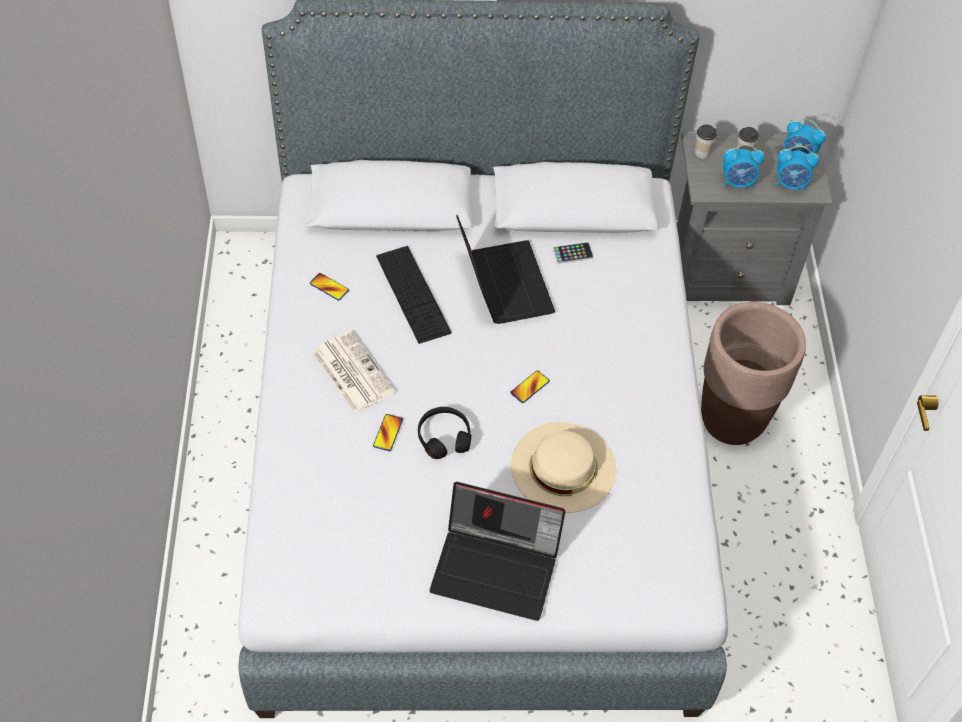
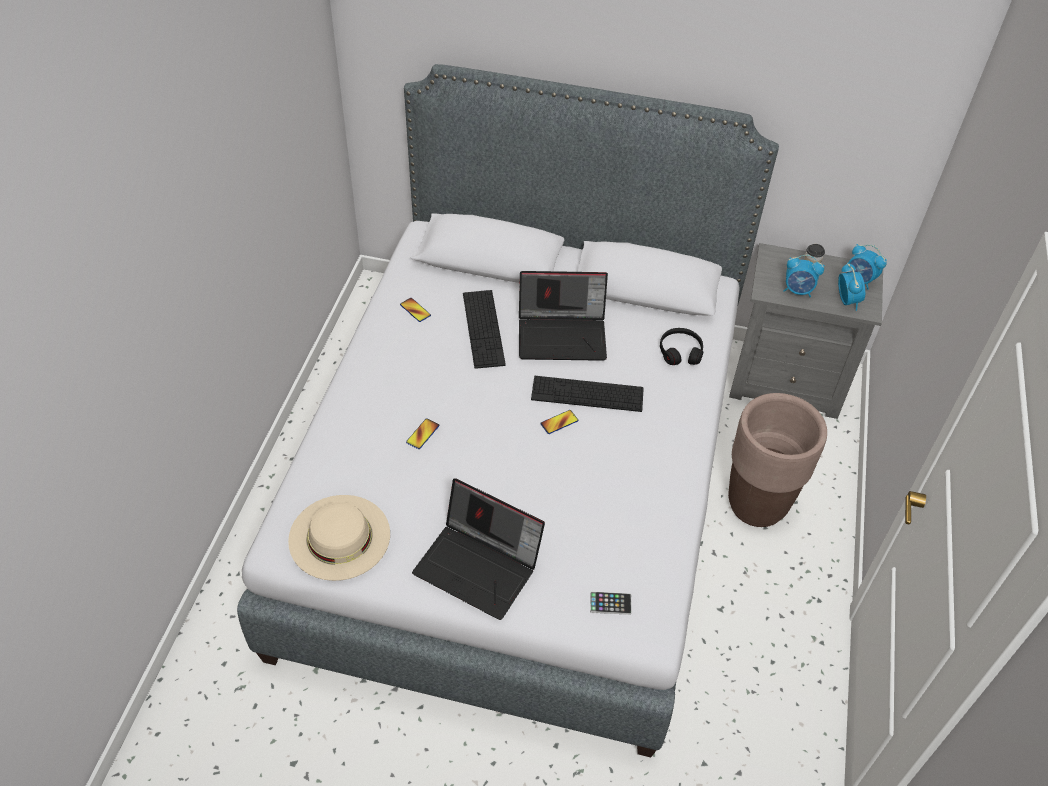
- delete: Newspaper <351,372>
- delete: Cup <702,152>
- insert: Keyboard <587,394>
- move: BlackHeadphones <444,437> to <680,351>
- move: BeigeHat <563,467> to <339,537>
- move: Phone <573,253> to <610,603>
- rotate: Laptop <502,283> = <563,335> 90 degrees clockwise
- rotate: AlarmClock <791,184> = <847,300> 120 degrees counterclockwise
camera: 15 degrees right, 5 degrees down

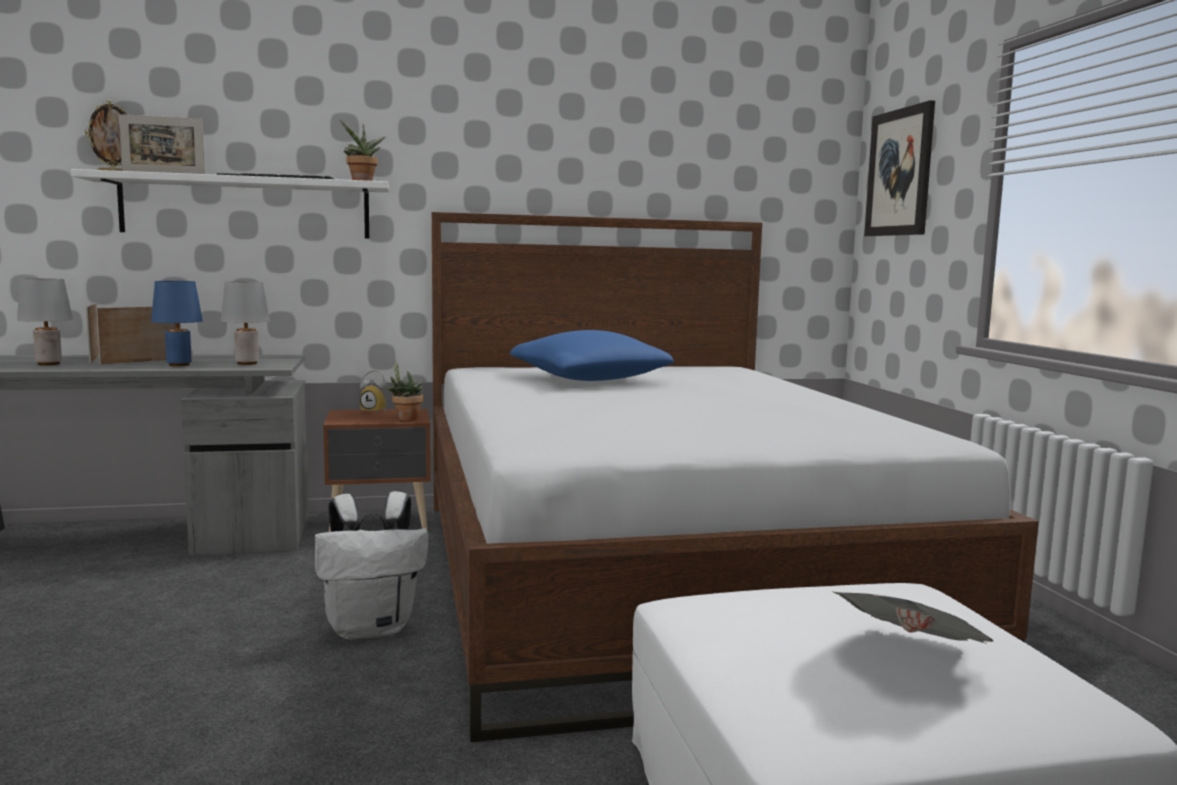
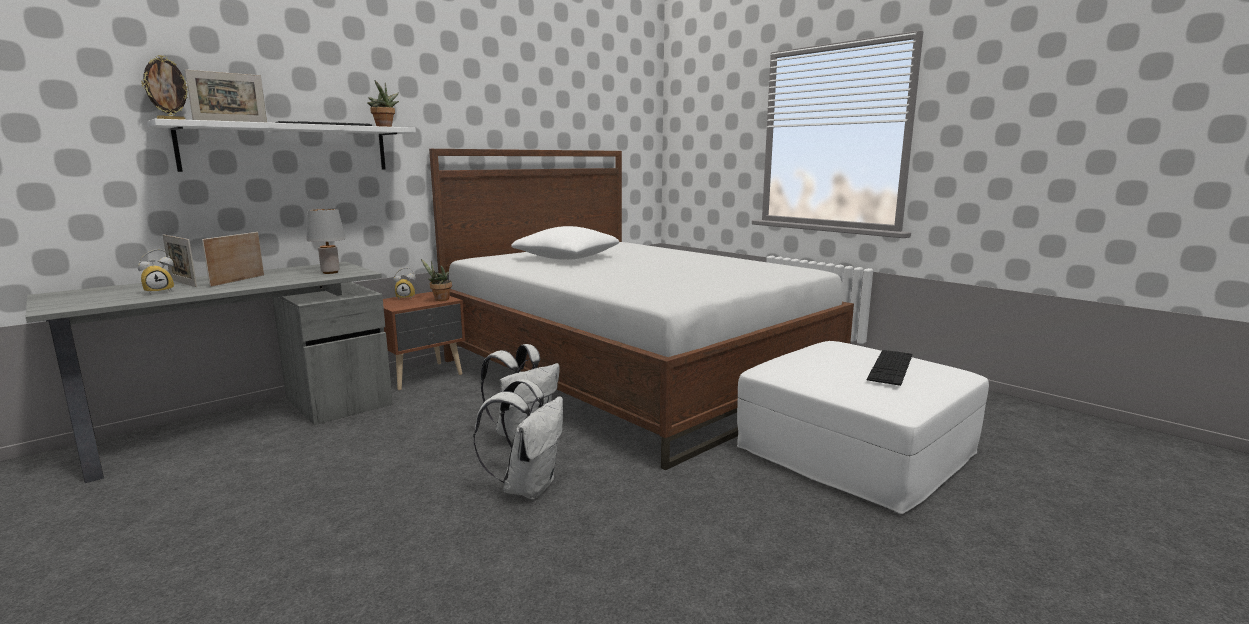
- delete: BlueTableLamp <178,365>
- delete: Picture <899,173>
- insert: WhiteBackpack <528,487>
- replace: GreyTableLamp <49,364> to AlarmClock <159,291>
- replace: Newspaper <911,658> to Keyboard <890,367>
- recolor: BluePillow <589,379> to WhitePillow <566,258>
camera: 30 degrees left, 5 degrees up

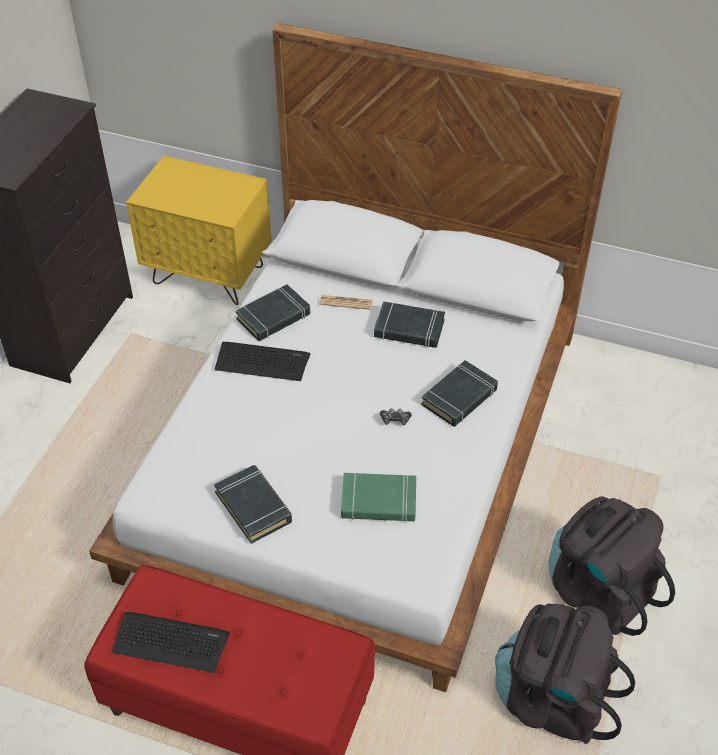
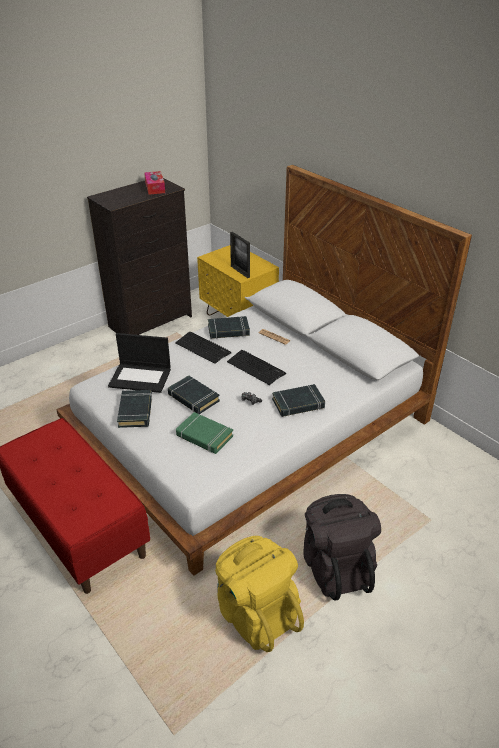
- insert: Laptop <141,377>
- insert: TissueBox <155,187>
- insert: PictureFrame <240,271>
- move: Keyboard <170,642> to <256,367>
- move: BlackBook <409,329> to <193,398>
- recolor: BlackBackpack <553,698> to YellowBackpack <256,613>
camera: 30 degrees right, 10 degrees down

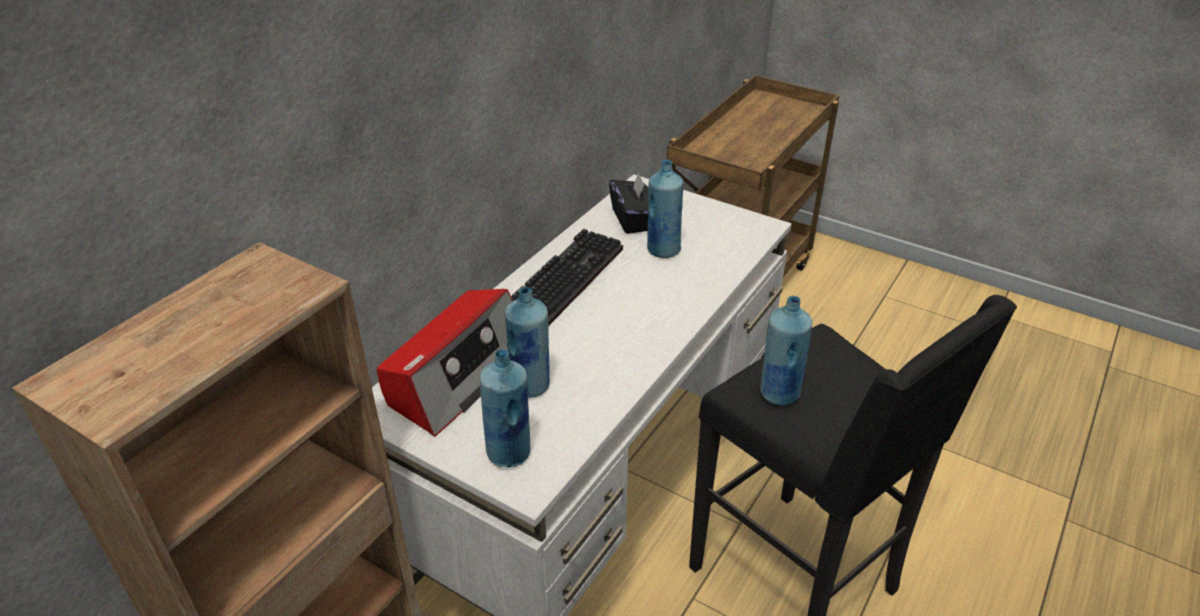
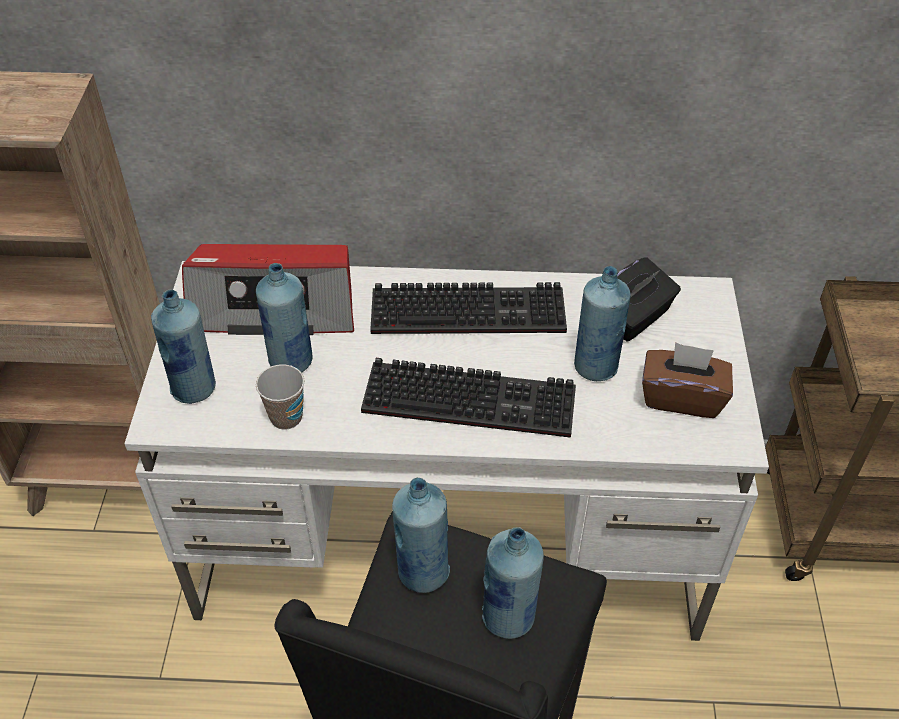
- insert: Cup <286,417>
- insert: Keyboard <473,398>
- insert: BlueBottle <508,618>
- insert: BrownTissueBox <681,397>
camera: 60 degrees right, 10 degrees up

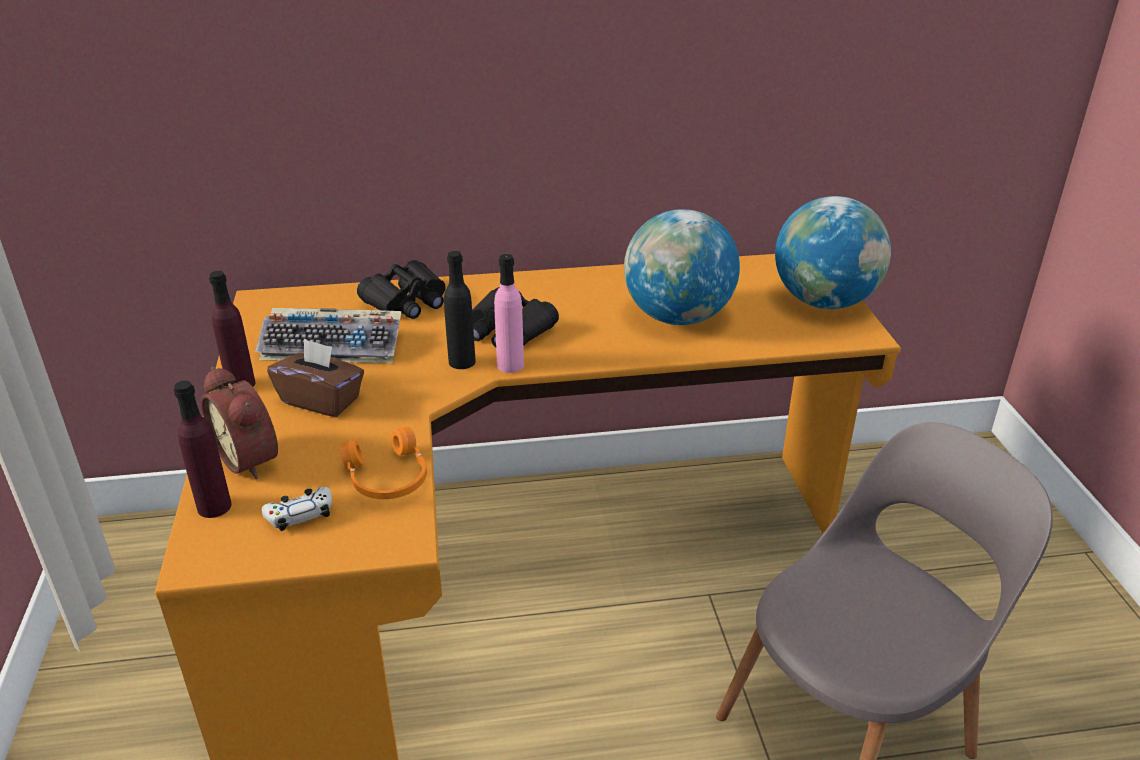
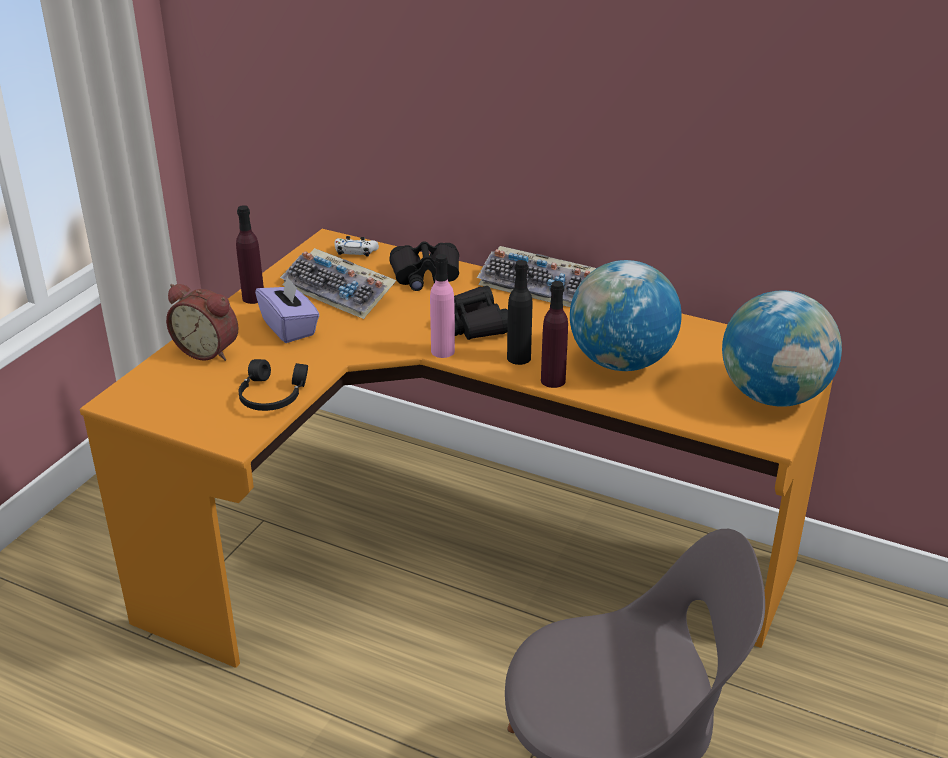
- insert: Keyboard <540,286>
- move: PurpleBottle <214,506> to <553,380>
- move: WhiteGameController <300,514> to <356,252>
- move: BlackBottle <462,362> to <518,358>
- recolor: BrownTissueBox <321,400> to PurpleTissueBox <289,328>
- recolor: OrangeHeadphones <386,478> to BlackHeadphones <271,396>
- rotate: AlarmClock <252,458> = <209,350> 60 degrees counterclockwise
camera: 35 degrees right, 0 degrees up

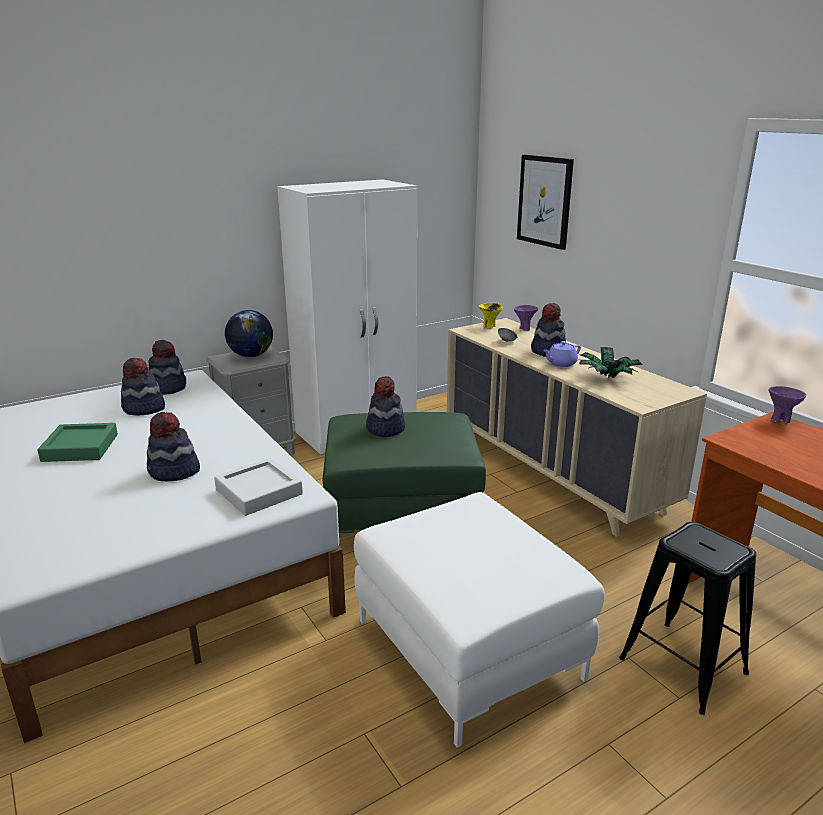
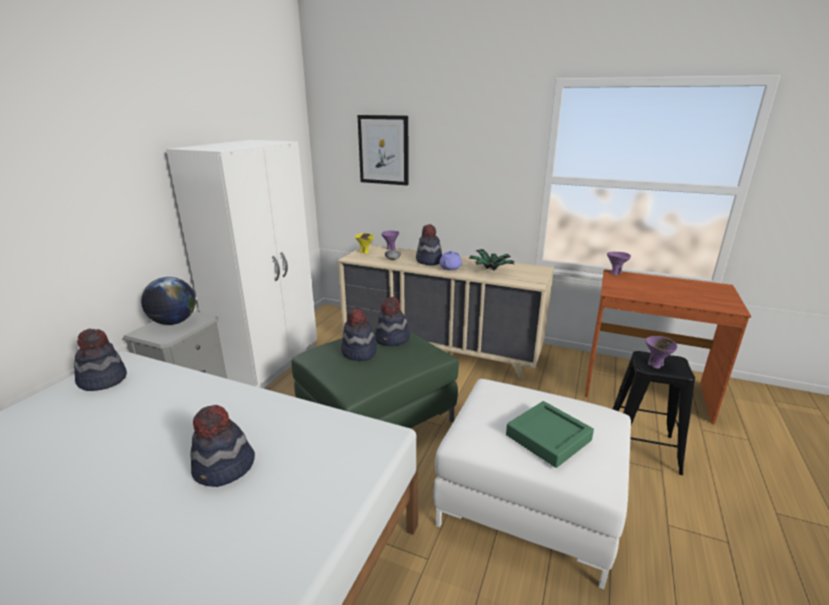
- delete: GreyTray <259,492>
- insert: PurpleBowl <655,365>
- move: GreenTray <80,448> to <548,438>
- move: Hat <143,409> to <392,339>
camera: 35 degrees left, 0 degrees up

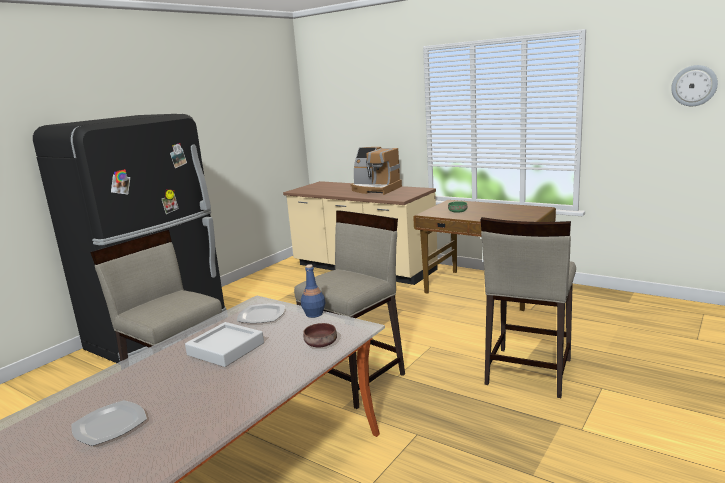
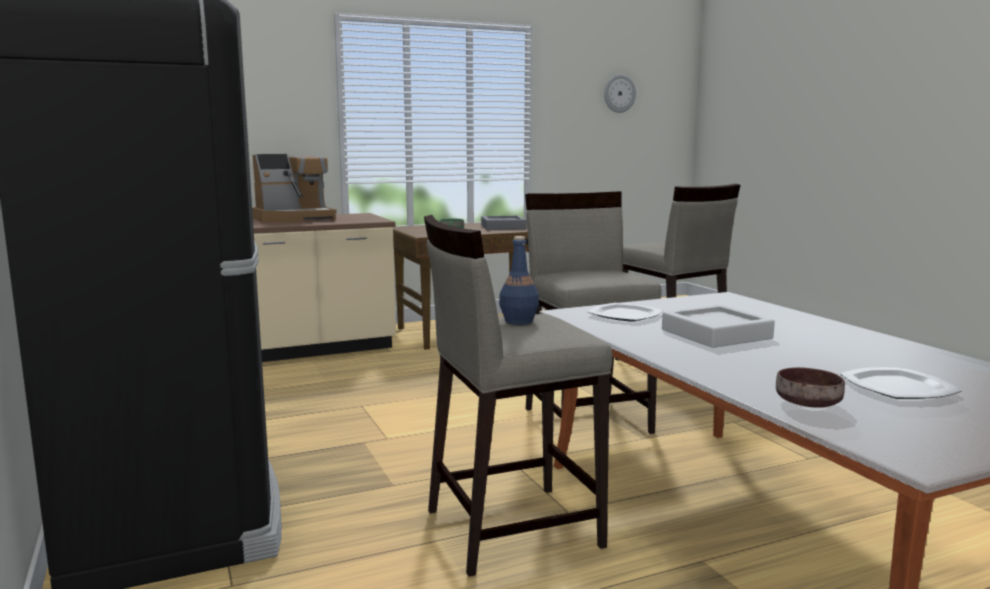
- insert: GreyTray <503,227>
- move: BlueBottle <314,314> to <518,321>
- move: BrownBowl <321,344> to <809,404>
camera: 60 degrees left, 5 degrees down

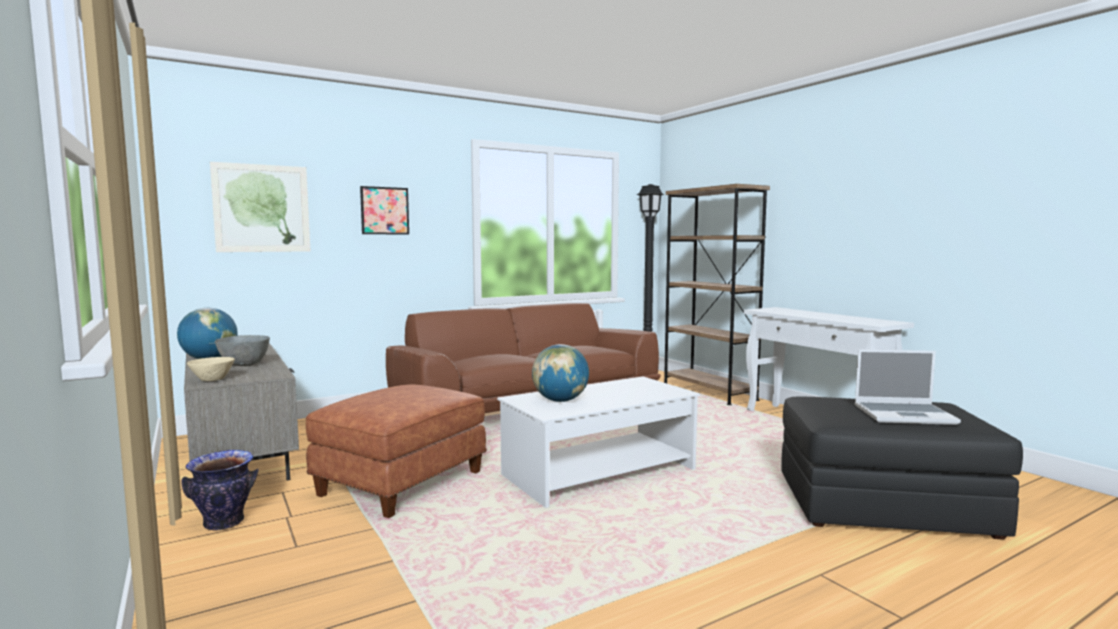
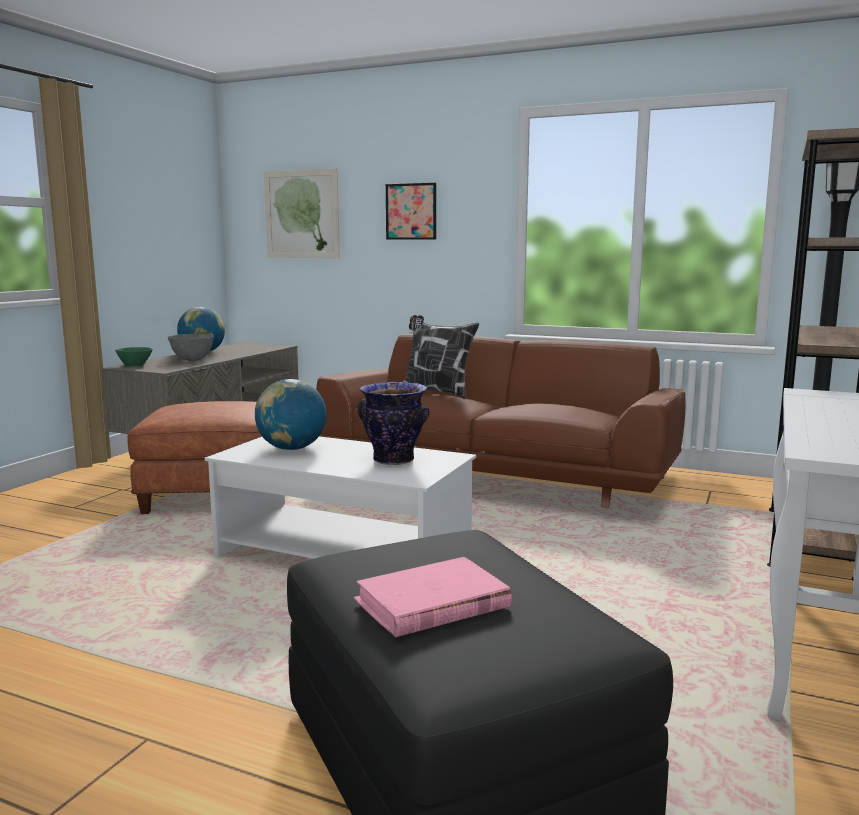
- insert: Pillow <436,393>
- move: Vase <224,523> to <393,460>
- replace: Laptop <904,415> to PinkBook <431,604>
- recolor: BeigeBowl <213,379> to GreenBowl <136,365>
camera: 55 degrees right, 5 degrees up

